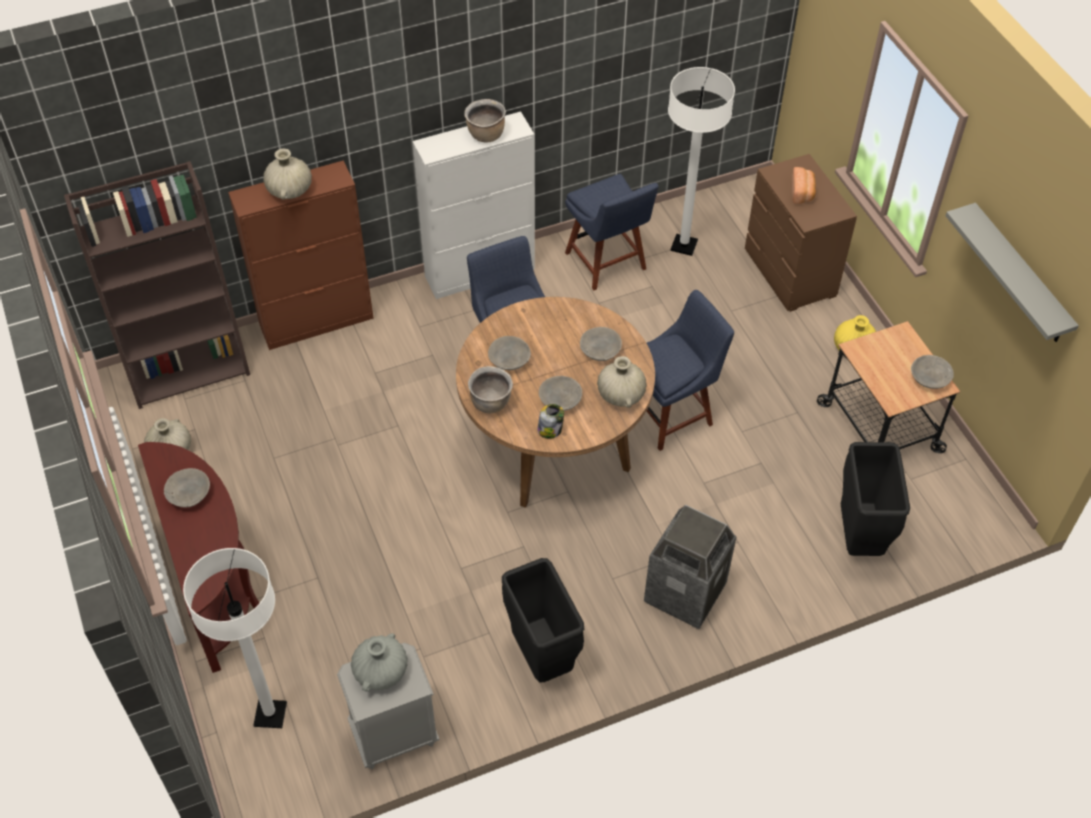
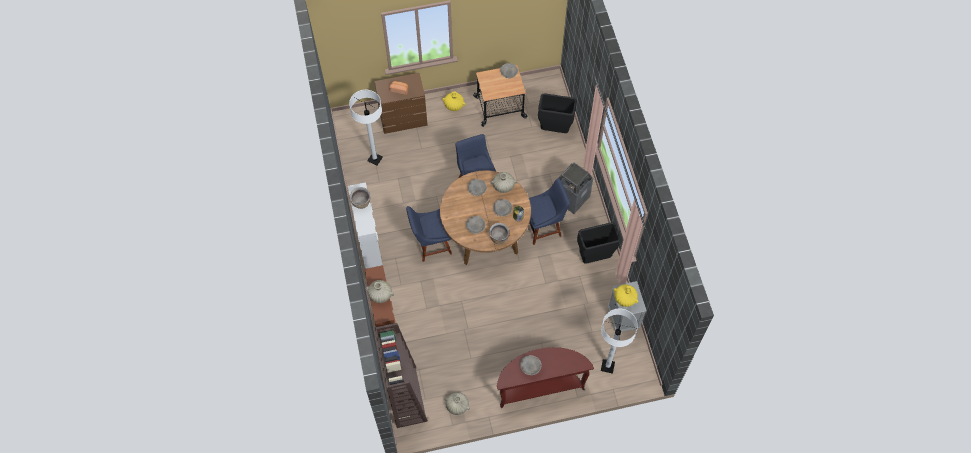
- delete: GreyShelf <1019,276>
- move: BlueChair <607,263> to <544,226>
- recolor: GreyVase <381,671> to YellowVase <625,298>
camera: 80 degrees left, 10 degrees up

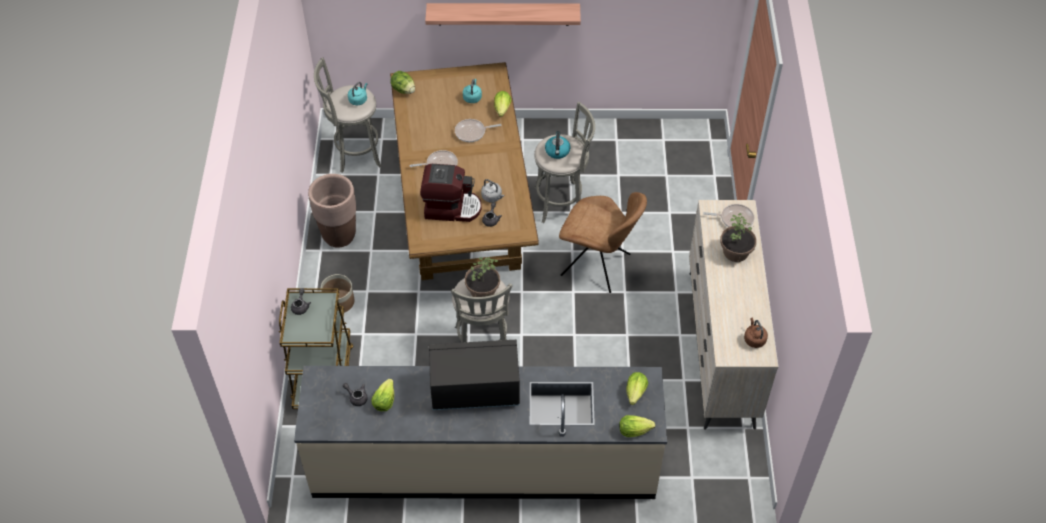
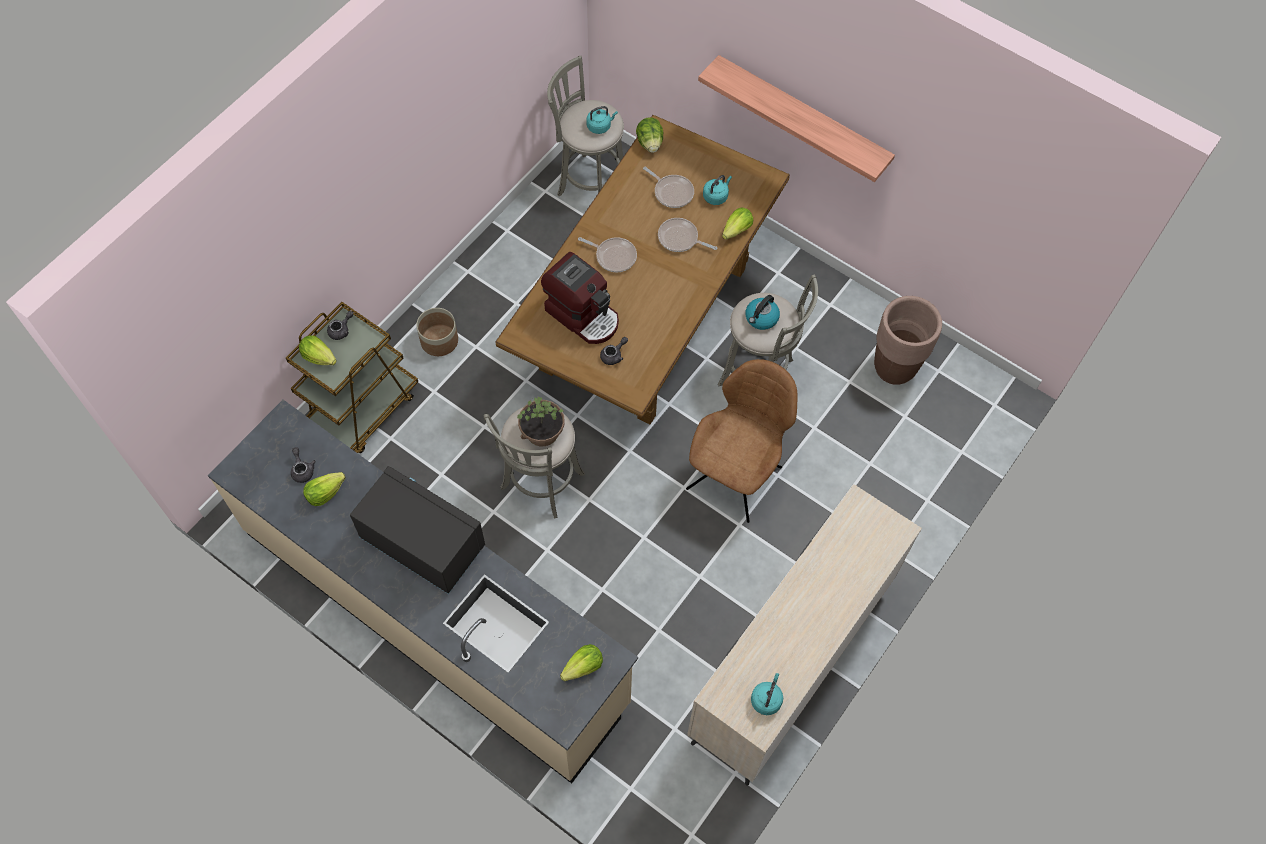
- delete: GreyKettle <492,197>
- delete: PottedPlant <736,252>
- move: BrownPlanter <339,236> to <894,368>
- move: Lettuce <634,430> to <319,357>
- move: FryingPan <734,219> to <672,192>
- recolor: BrownKettle <754,339> to TurquoiseKettle <766,699>
- rotate: BrownChair <598,266> = <736,475> 120 degrees counterclockwise
camera: 35 degrees right, 10 degrees up

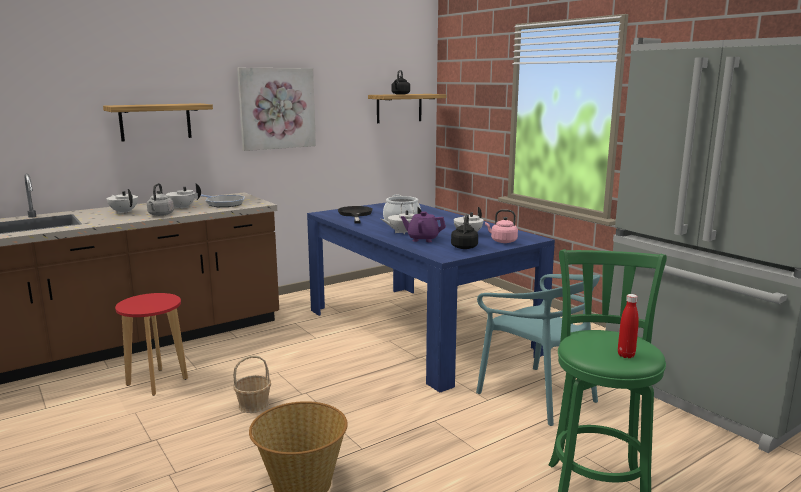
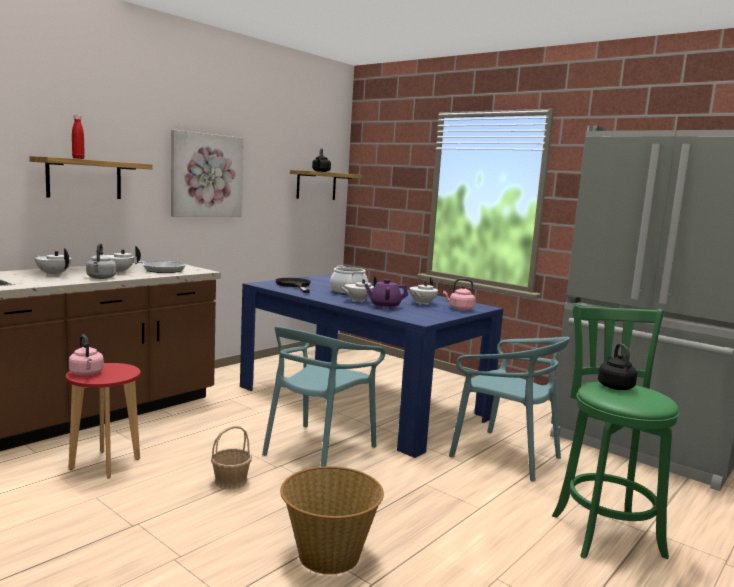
- insert: PinkKettle <87,373>
- insert: TurquoiseChair <318,449>
- move: BlackKettle <464,247> to <614,386>
- move: RedBottle <626,355> to <78,158>
camera: 15 degrees left, 5 degrees down

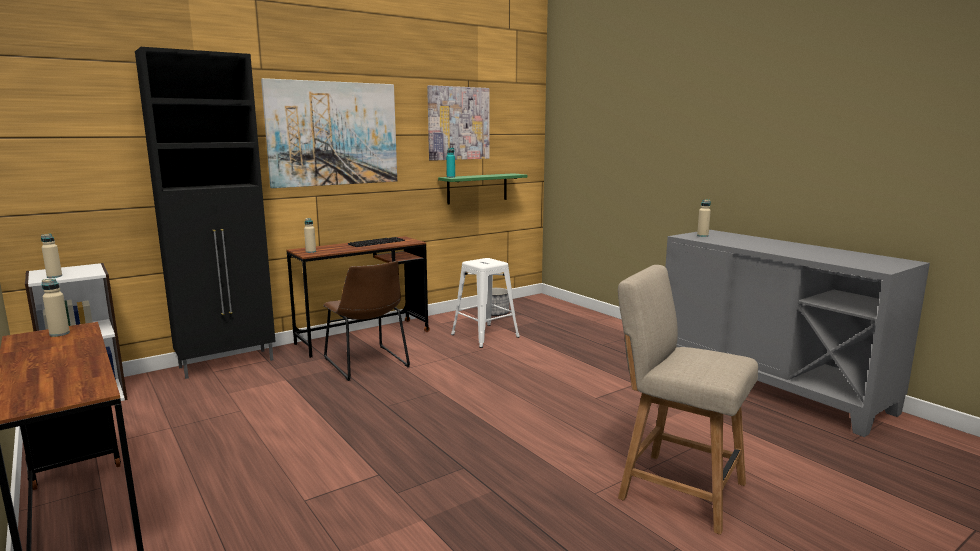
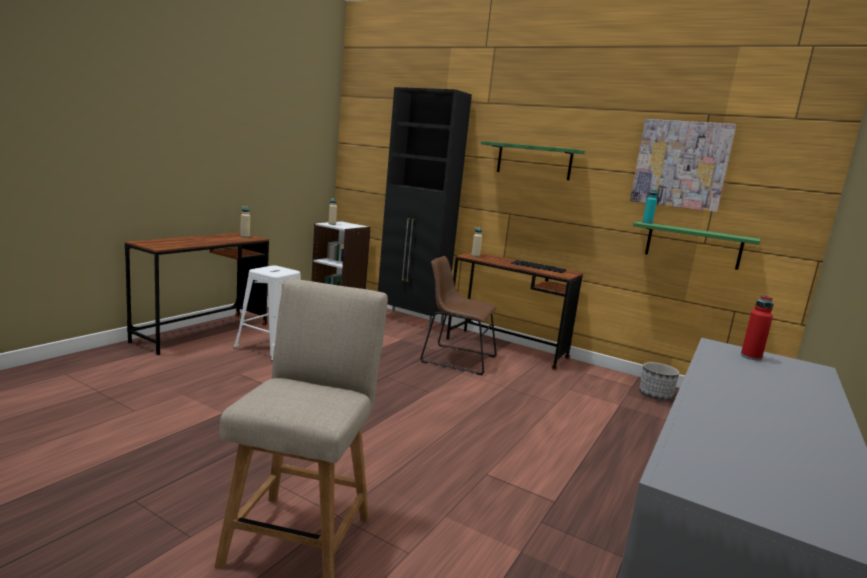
- move: WhiteStool <486,335> to <272,347>
- replace: Picture <333,134> to GreenShelf <534,161>
- recolor: BeigeBottle <702,236> to RedBottle <751,357>
- rotate: BrownChair <367,364> = <455,358> 75 degrees clockwise
camera: 65 degrees right, 0 degrees up

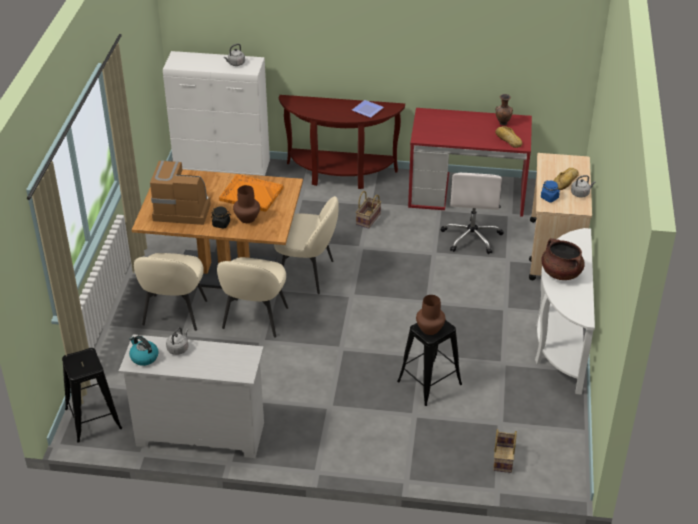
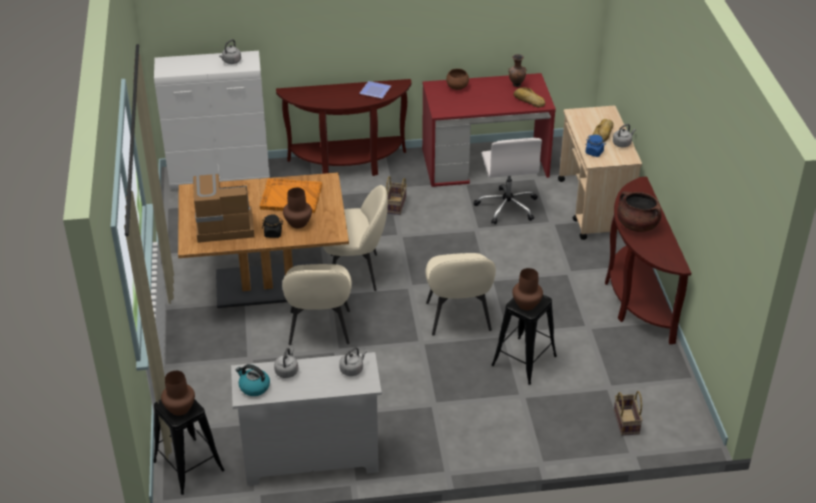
- insert: BrownVase <179,408>
- insert: GreyKettle <352,369>
- insert: BrownBowl <457,87>
- move: BeigeChair <174,314> to <458,318>
- recolor: WhiteConsoleTable <560,344> to BrownConsoleTable <636,298>
camera: 15 degrees left, 0 degrees up

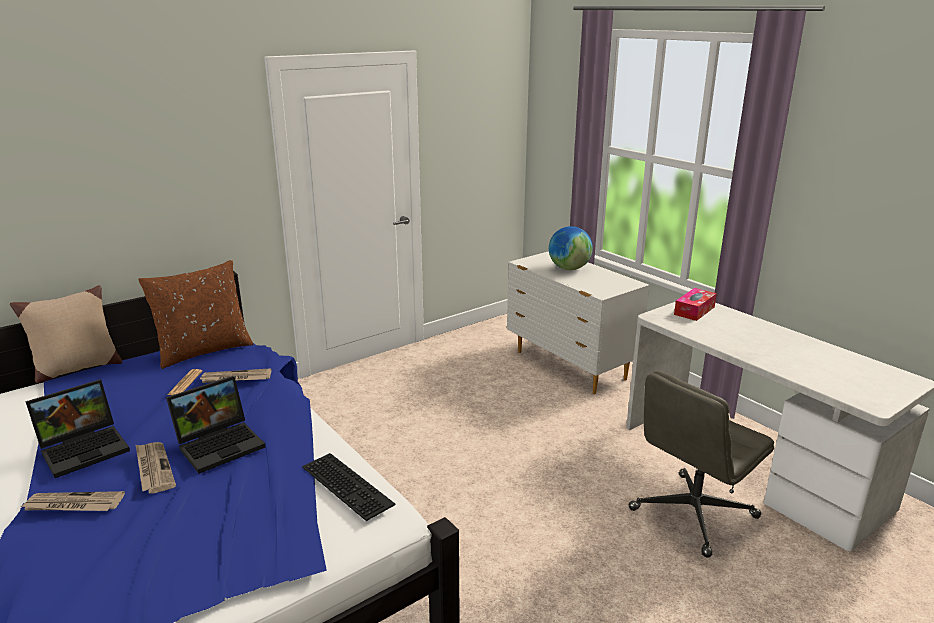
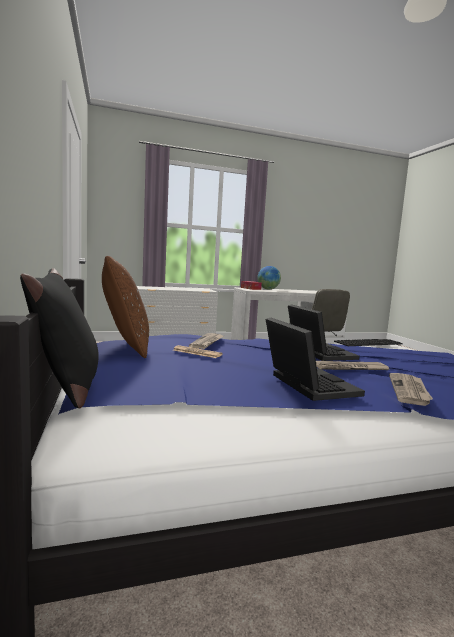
- move: Globe <569,268> to <268,289>
- recolor: BeigePillow <77,369> to BlackPillow <67,389>
camera: 70 degrees left, 15 degrees down

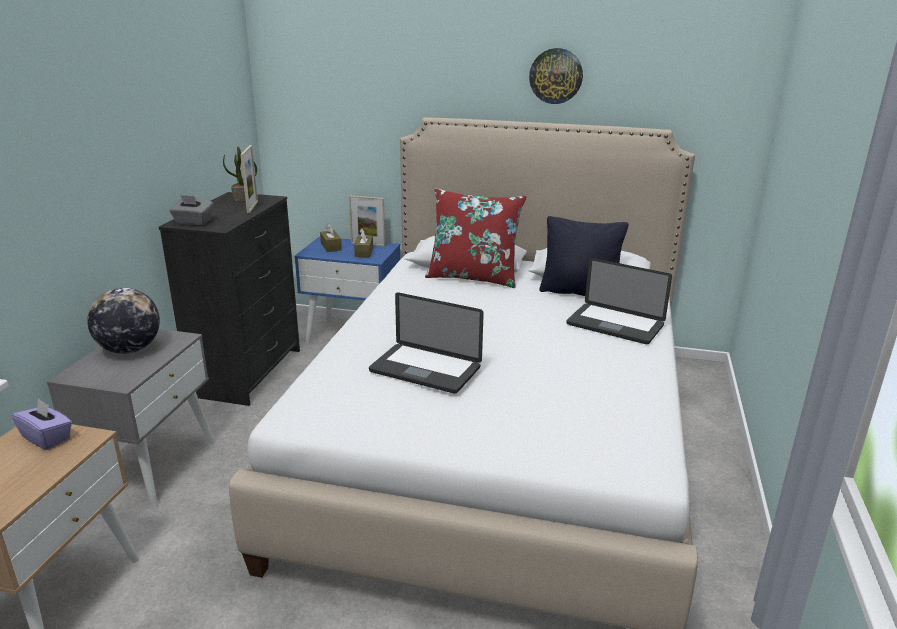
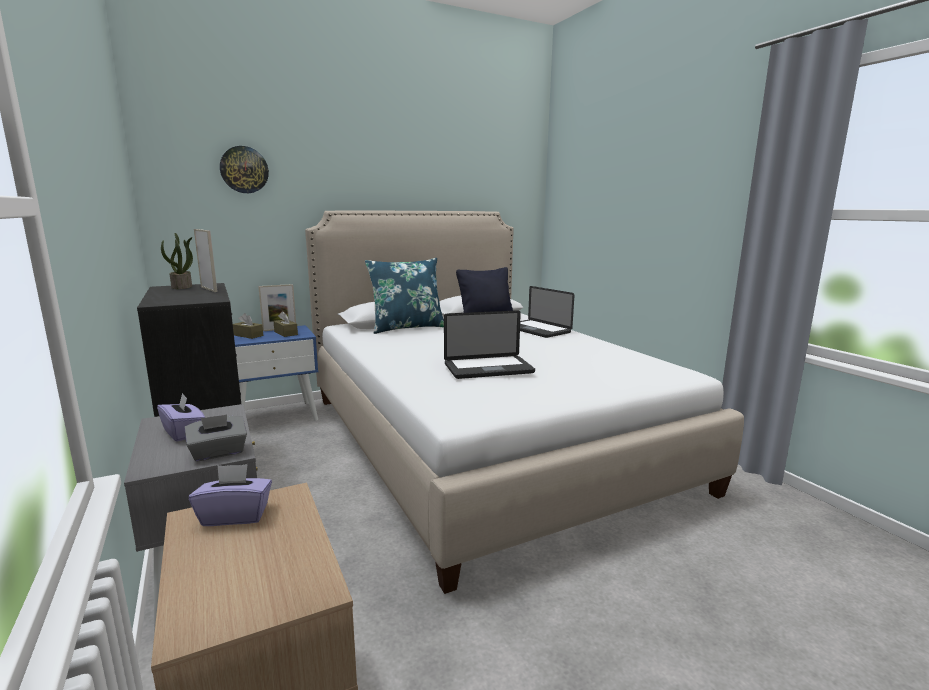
- move: GreyTissueBox <193,222> to <218,453>
- move: WallClock <556,76> to <244,170>
- replace: Globe <130,350> to PurpleTissueBox <184,432>
- recolor: RedPillow <473,277> to BluePillow <407,328>
- rotate: Laptop <615,325> = <537,330> 60 degrees clockwise
camera: 40 degrees left, 10 degrees down

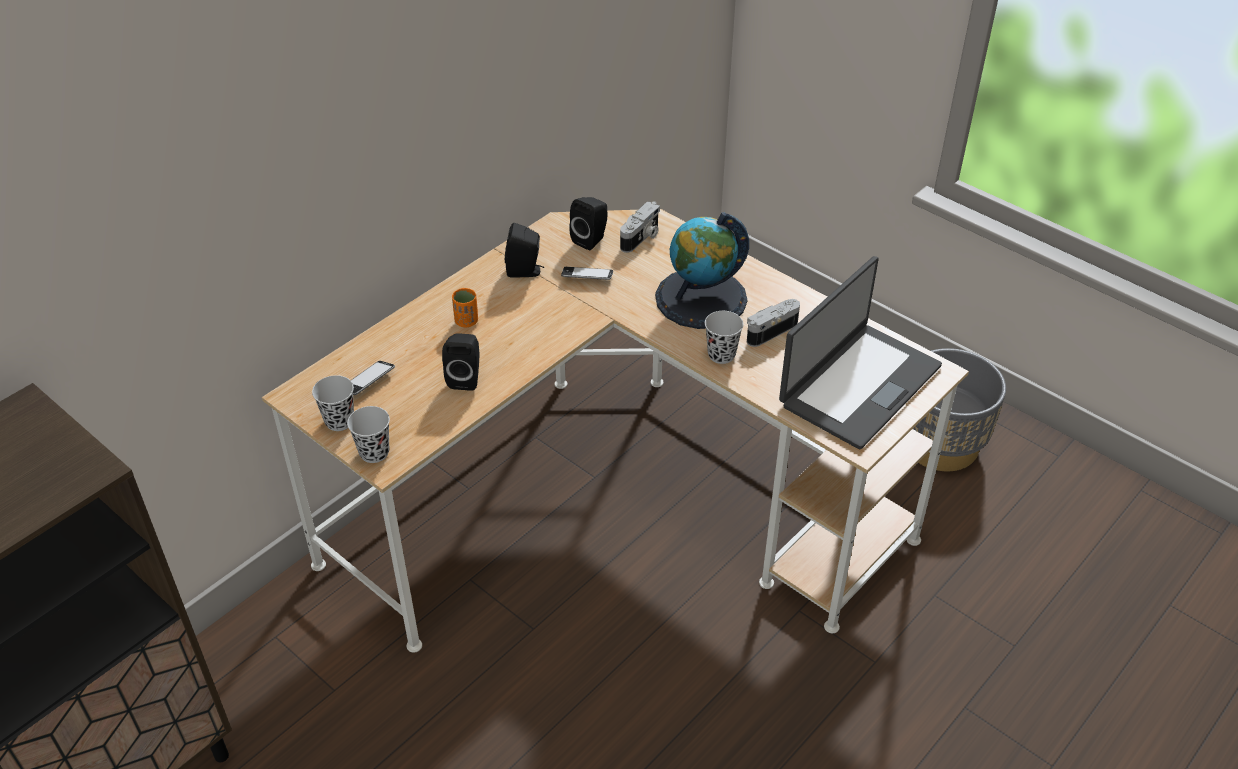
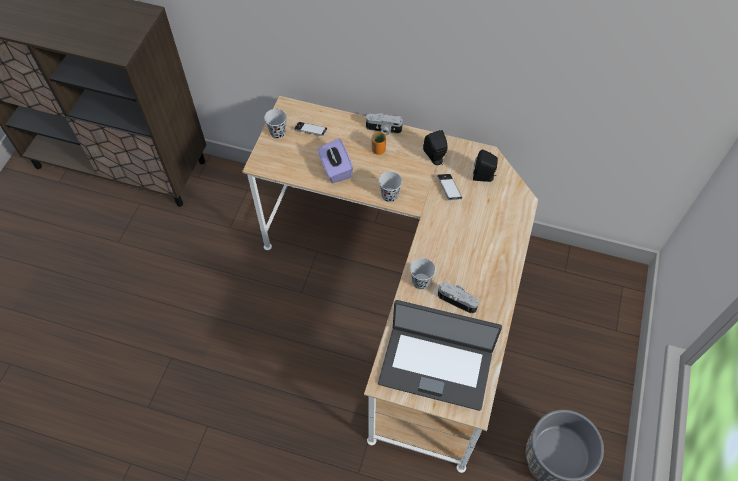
- delete: Globe <701,298>
- move: BlackCup <374,452> to <389,195>
- move: PhotoCamera <641,238> to <383,130>
- replace: BlackSpeaker <465,378> to PurpleTissueBox <335,169>
camera: 65 degrees right, 15 degrees up

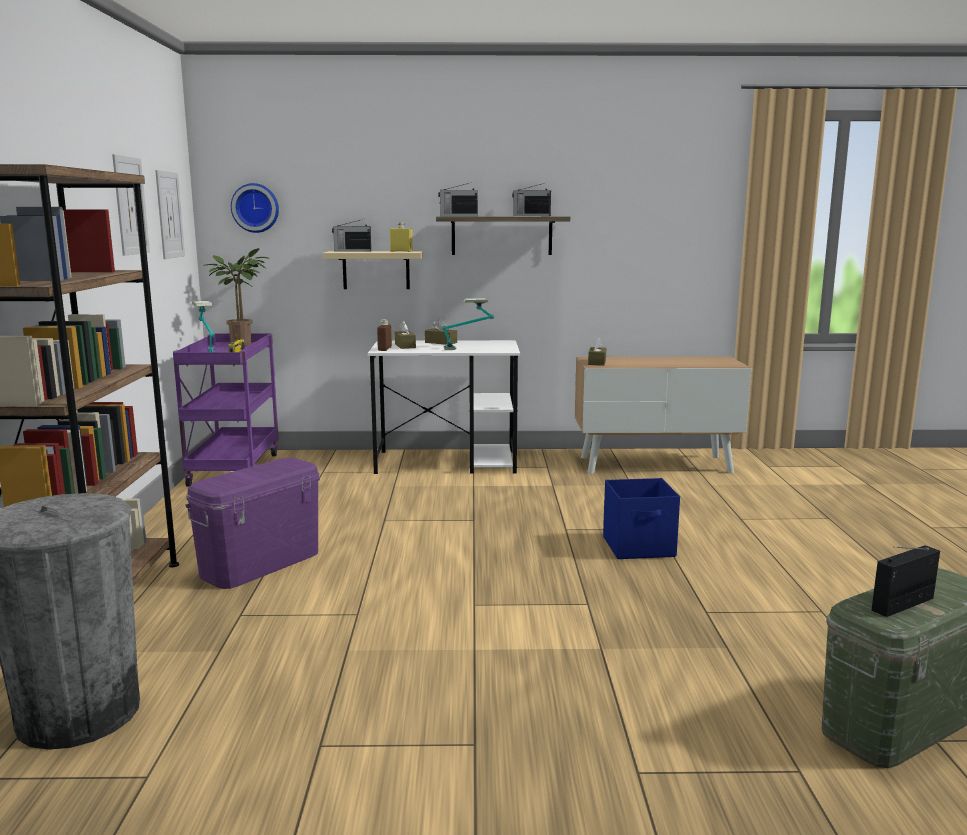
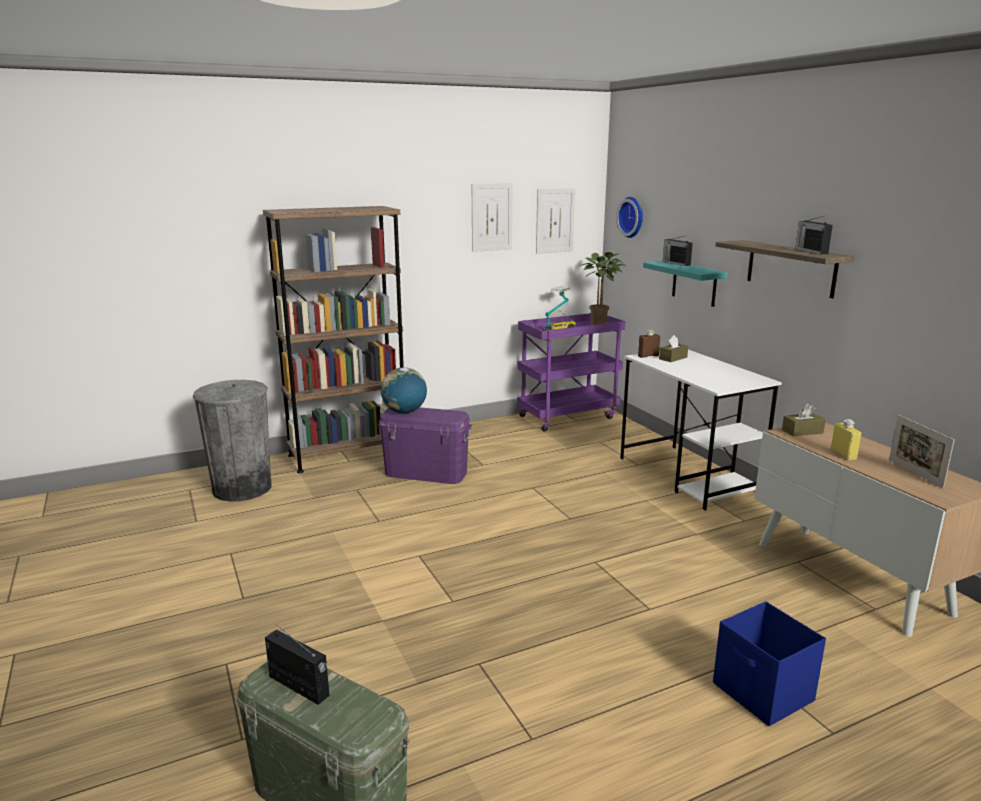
- delete: BrownTissueBox <441,342>
- delete: Radio <458,216>
- delete: TableLamp <467,348>
- insert: Globe <404,412>
- insert: PictureFrame <915,473>
- move: YellowBottle <401,251> to <843,454>
- move: BlueStorageBox <639,547> to <763,693>
- recolor: BeigeShelf <376,270> to TurquoiseShelf <694,283>
camera: 65 degrees right, 5 degrees up

